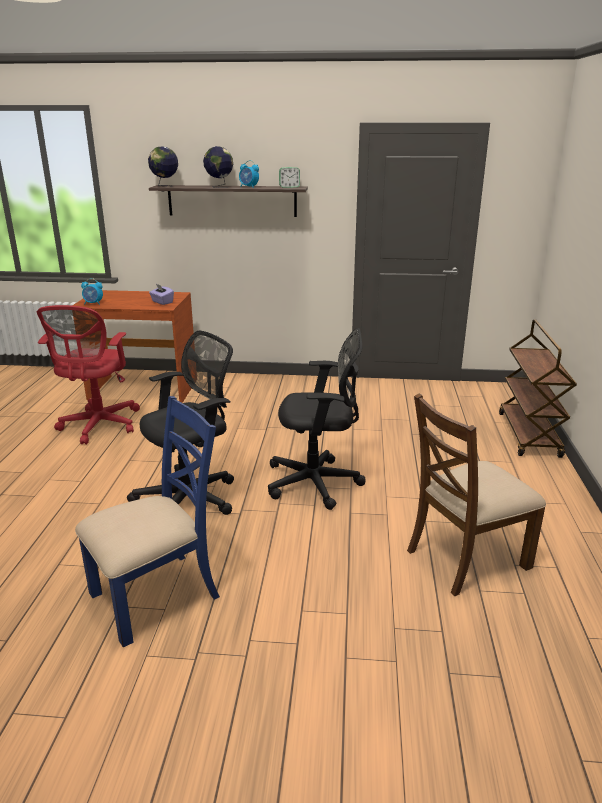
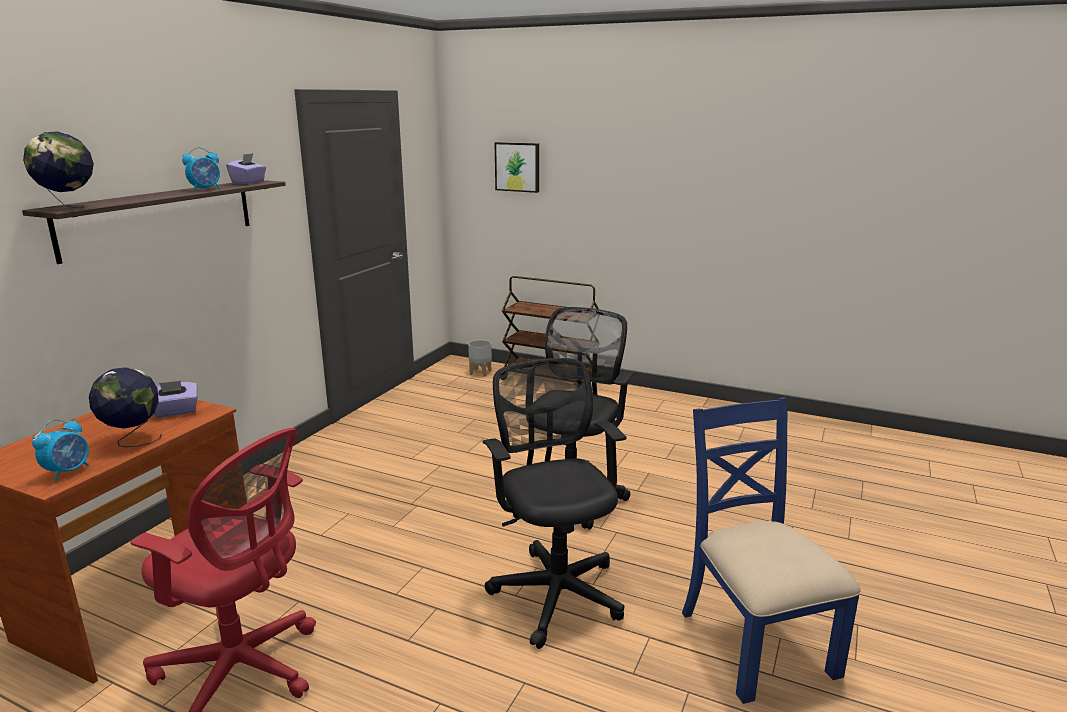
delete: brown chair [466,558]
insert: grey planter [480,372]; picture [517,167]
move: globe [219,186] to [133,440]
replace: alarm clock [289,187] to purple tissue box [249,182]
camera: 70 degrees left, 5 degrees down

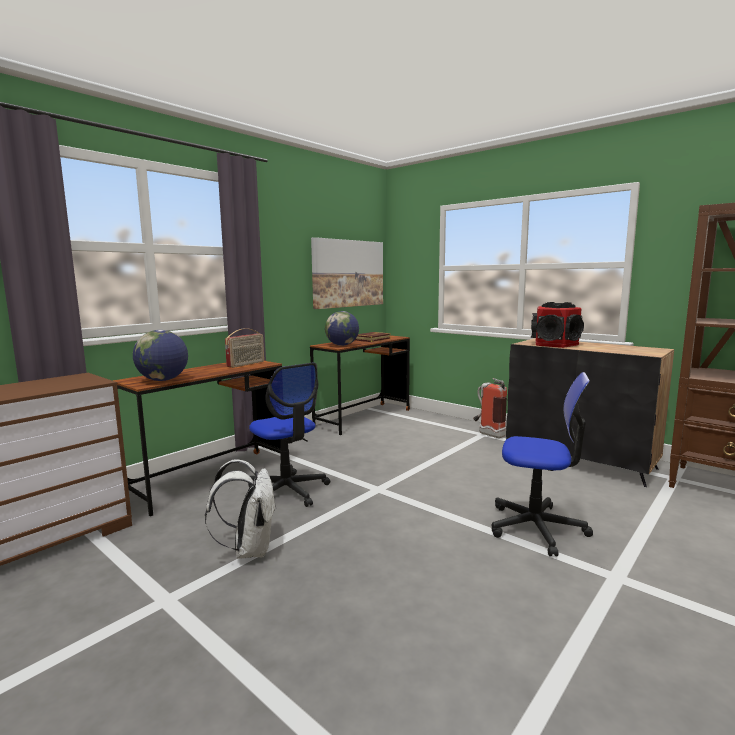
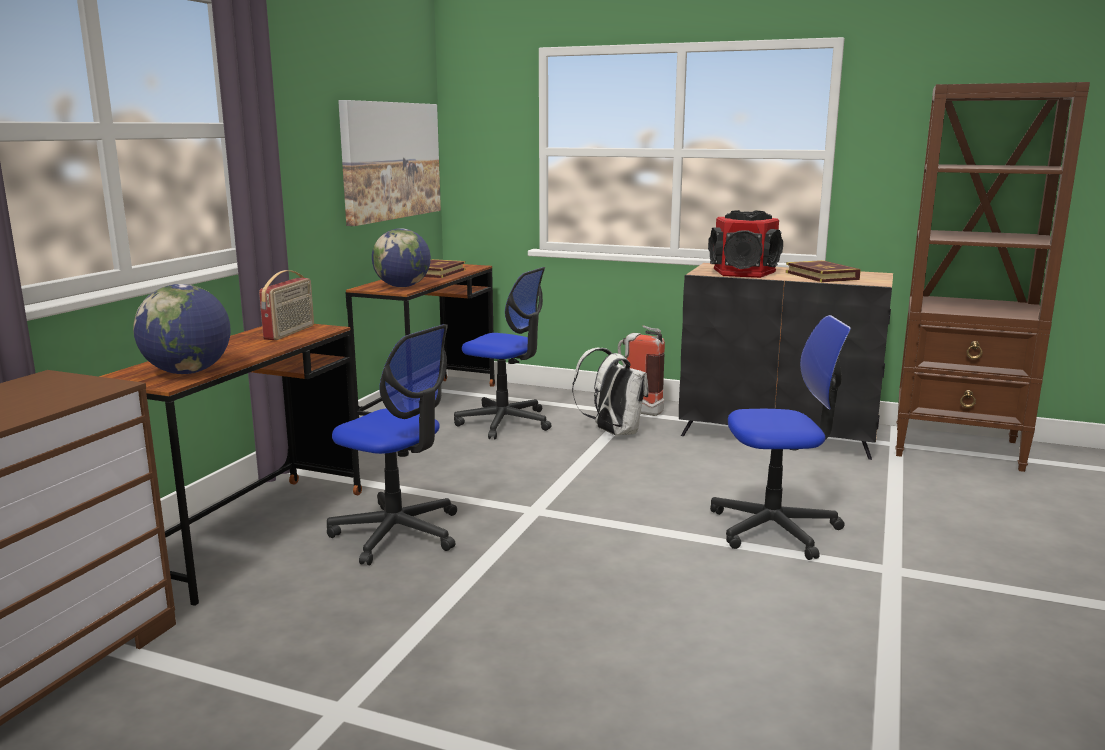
insert: office chair [505,422]; book [821,276]
move: white backpack [249,549] to [612,432]
camera: 20 degrees left, 5 degrees up

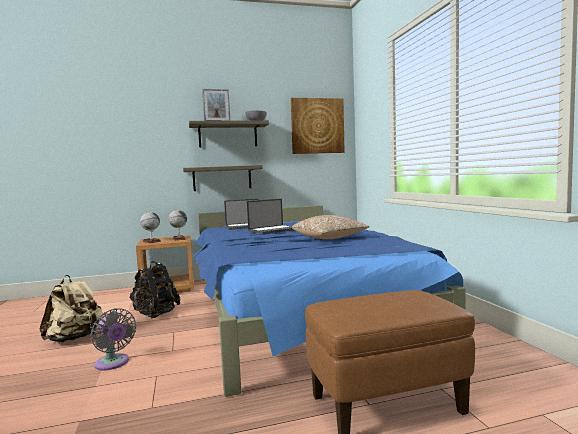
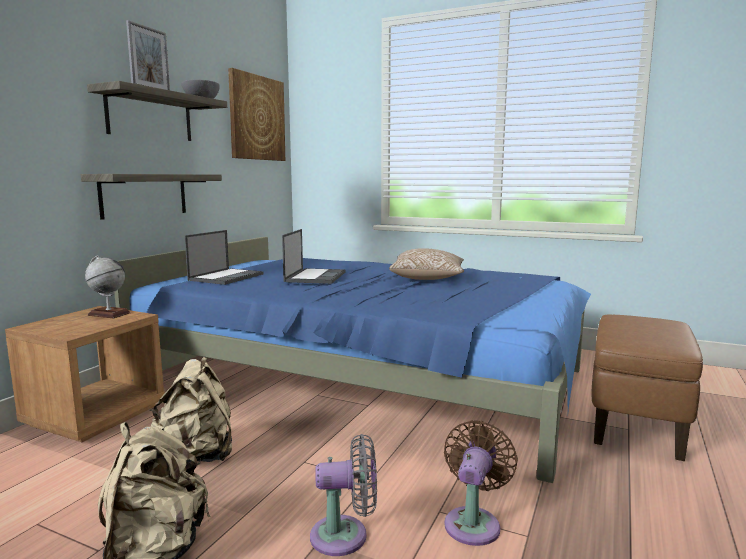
delete: globe [151,241]
insert: brown fan [473,522]
recolor: black backpack [155,314] to beige backpack [197,455]
camera: 50 degrees left, 5 degrees up

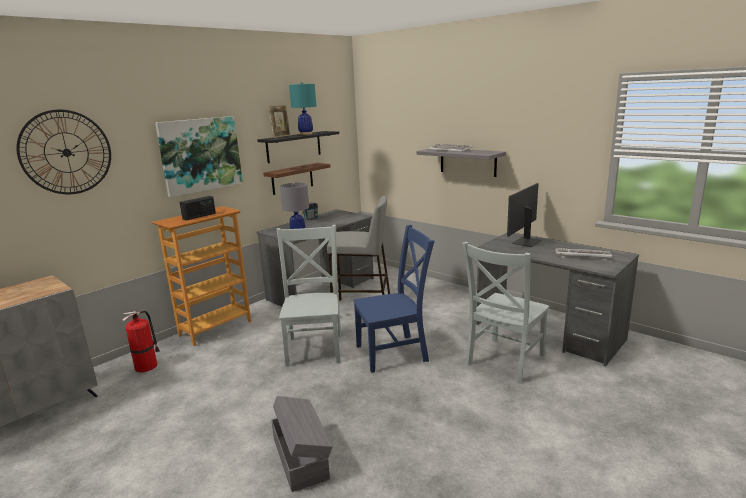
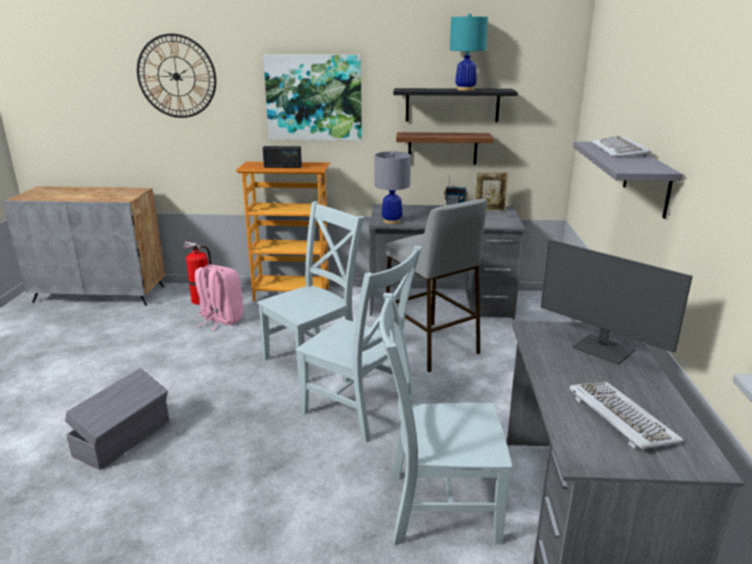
insert: pink backpack [220,320]
move: picture frame [281,136] to [489,211]
recolor: blue chair [395,353] to grey chair [359,410]
rotate: monitor [525,242] = [603,349] 135 degrees counterclockwise
camera: 50 degrees right, 5 degrees up

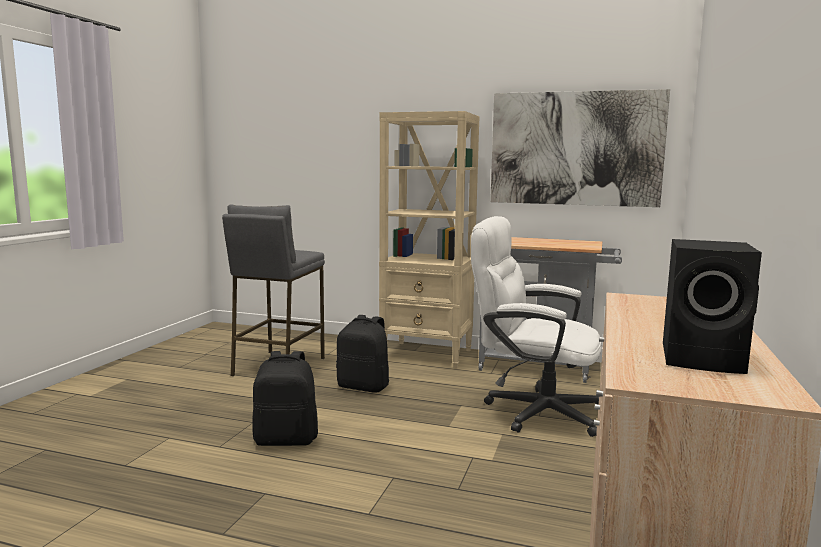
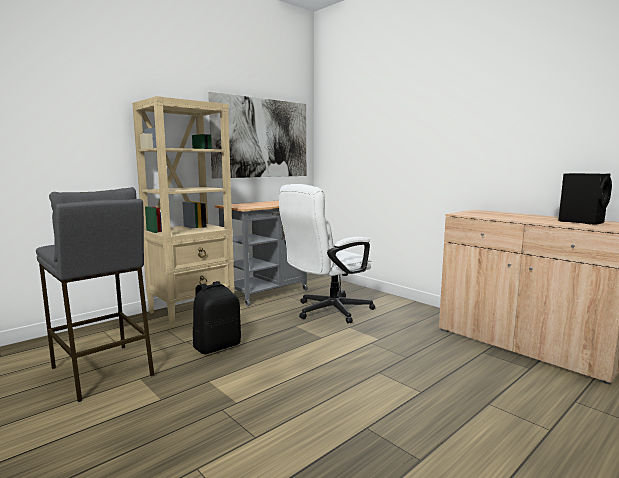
delete: black backpack [286,439]
camera: 60 degrees left, 0 degrees up

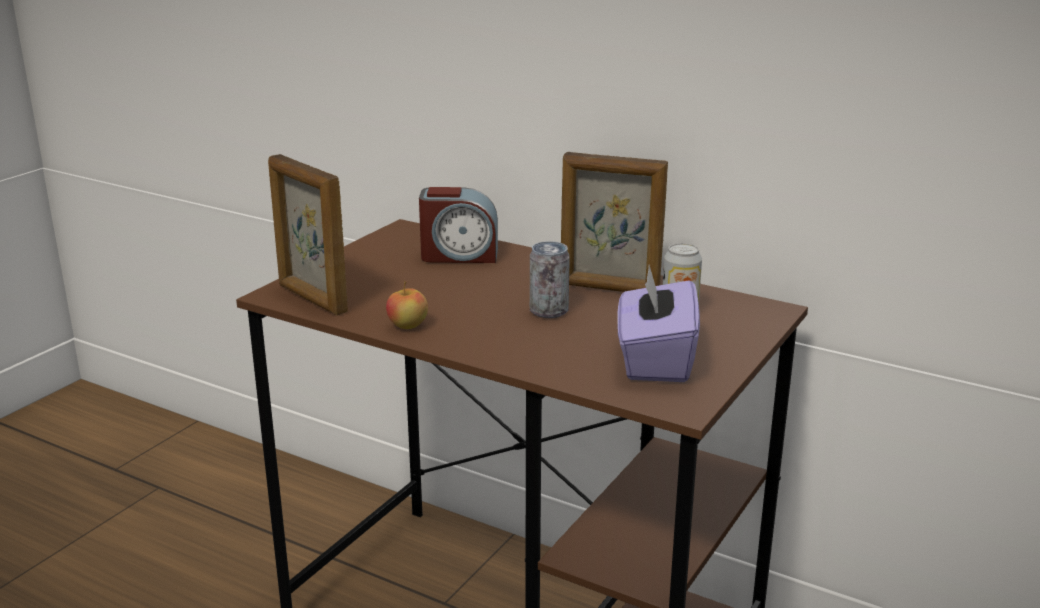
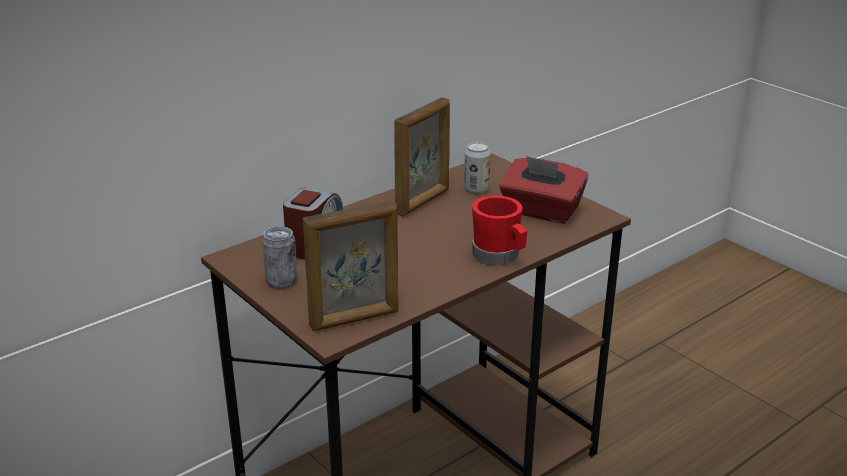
delete: apple [407,326]
insert: red mug [499,256]
move: can [548,311] to [282,281]
recolor: purple tissue box [654,360] to red tissue box [541,211]
camera: 70 degrees left, 5 degrees up

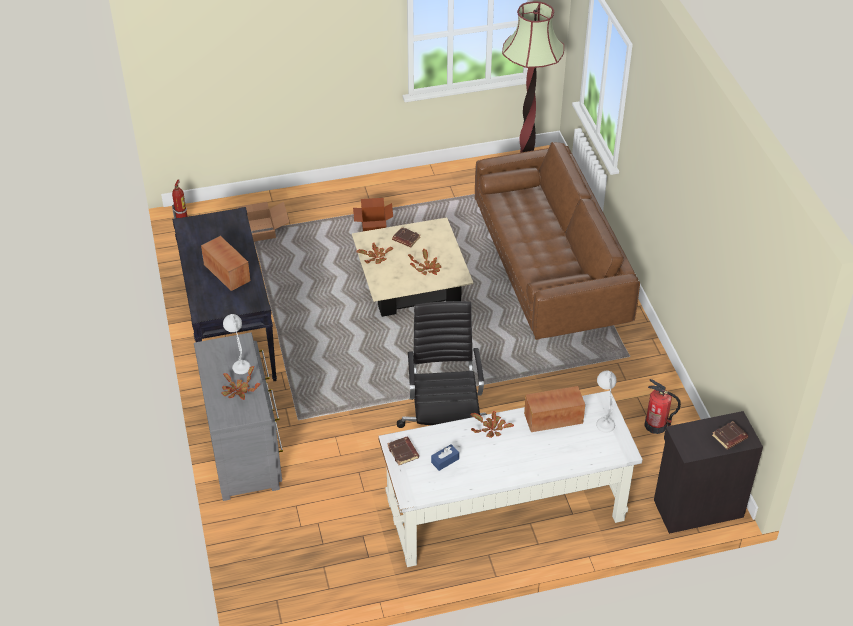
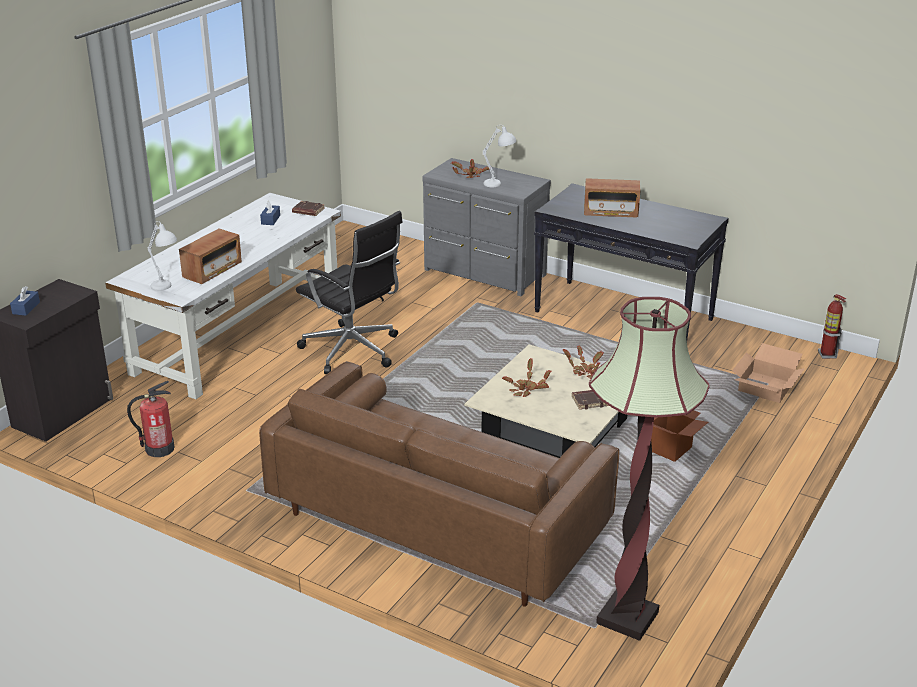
delete: potted plant [491,429]
replace: brown book [729,437] to blue tissue box [26,308]
camera: 135 degrees right, 15 degrees down

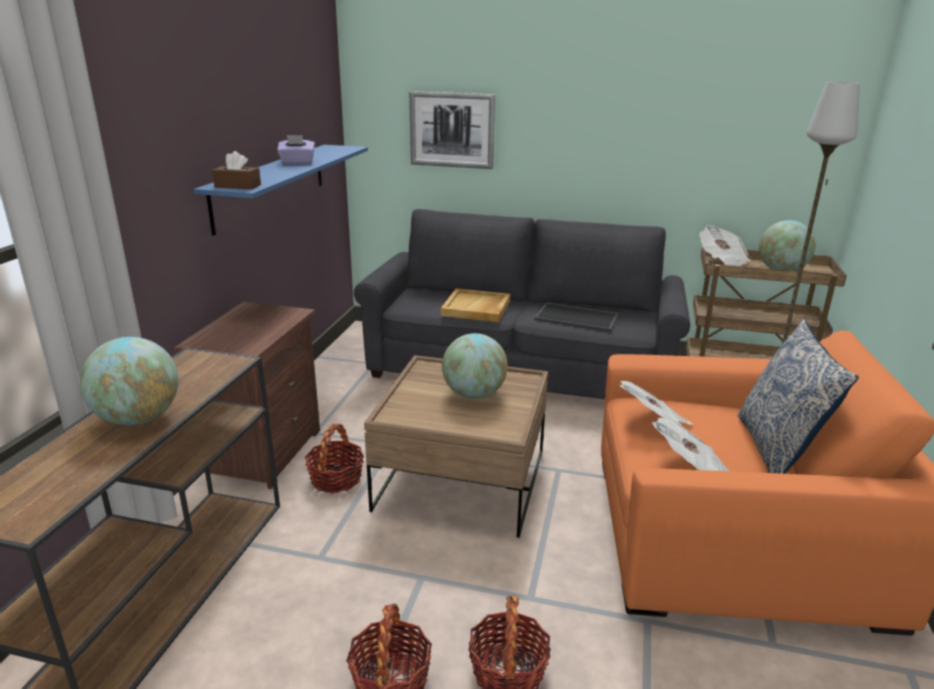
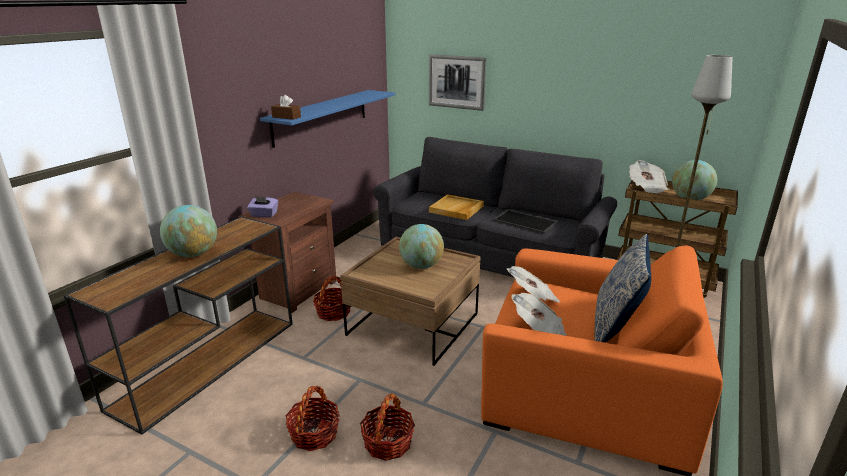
move: purple tissue box [297,162] to [264,215]
camera: 15 degrees right, 0 degrees up

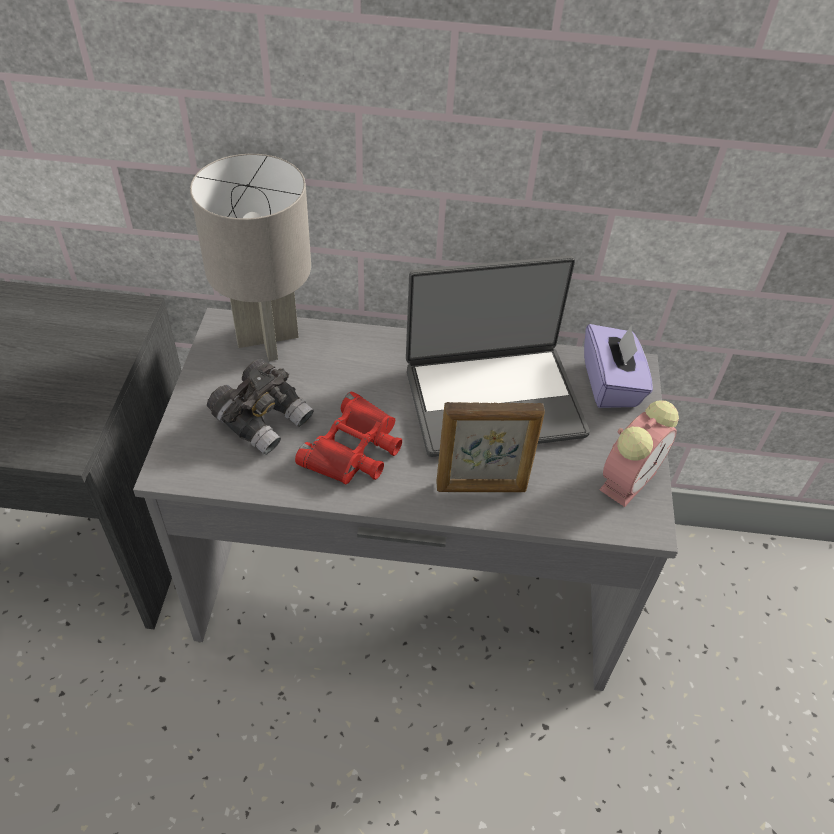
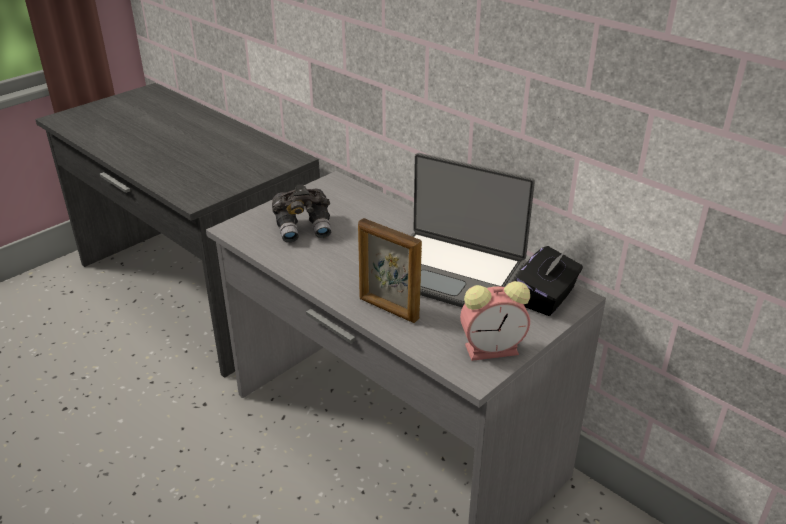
delete: grey table lamp [267,340]; red binoculars [355,449]
recolor: purple tissue box [611,384] to black tissue box [546,298]
camera: 40 degrees right, 15 degrees down

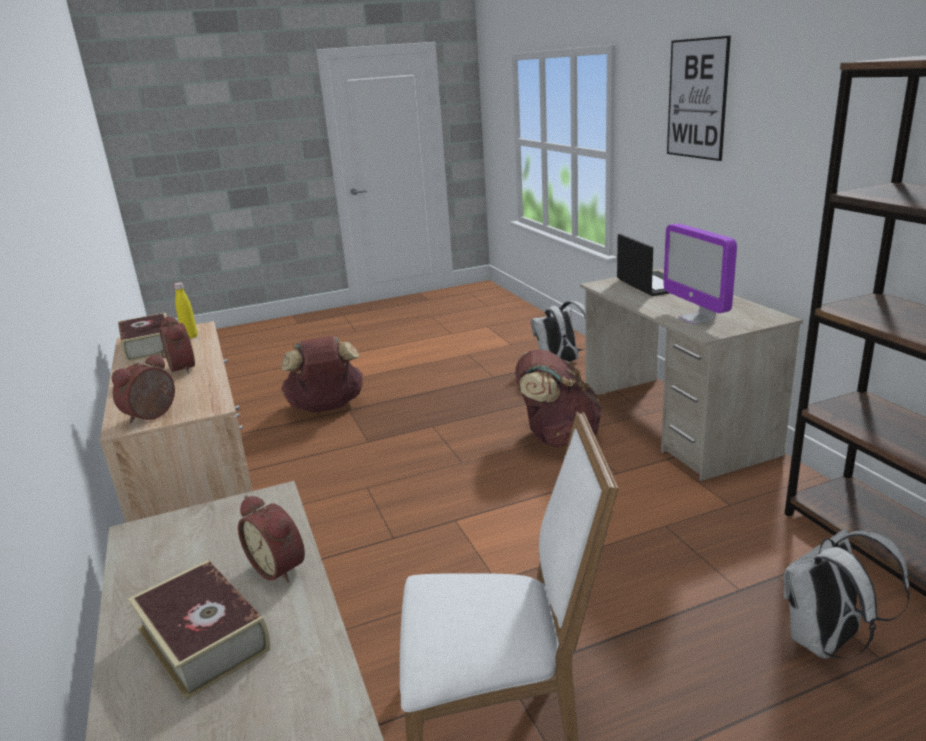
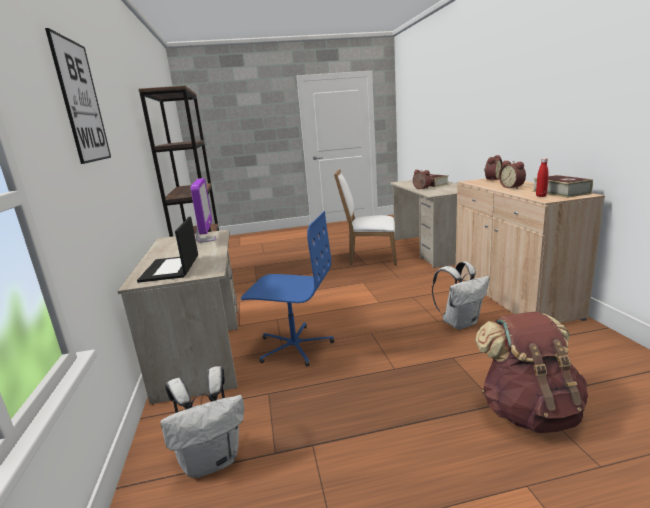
move: white backpack [826,643] to [460,323]
replace: brown backpack [557,438] to blue office chair [294,346]
recolor: yellow bottle [190,337] to red bottle [541,196]
camera: 170 degrees left, 5 degrees down

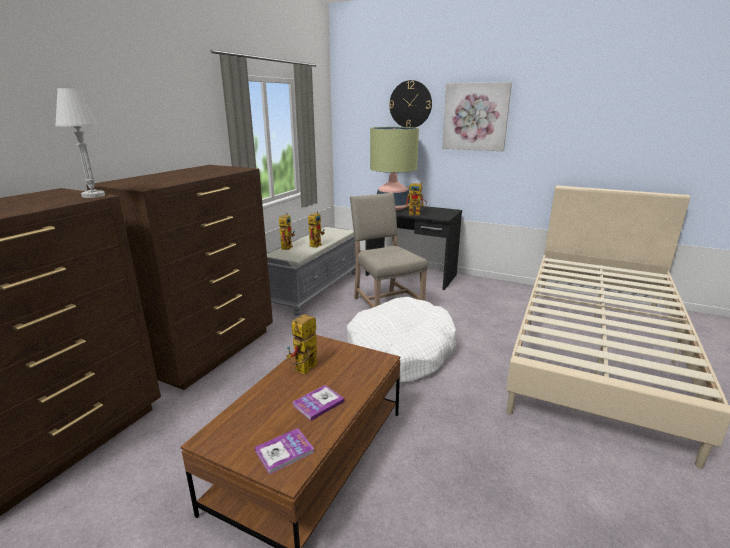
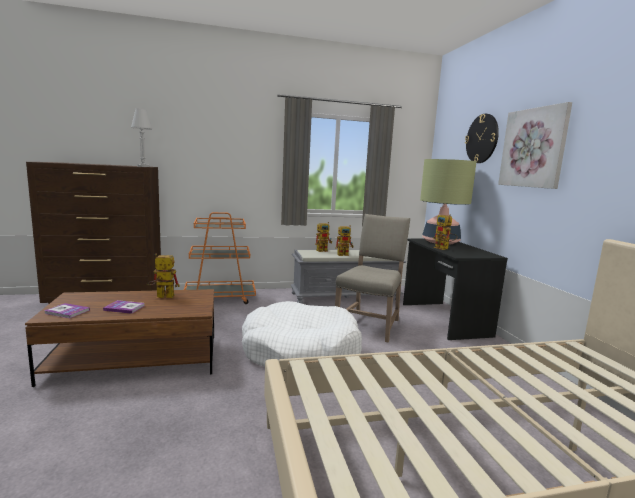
replace: brown dresser [210,351] to orange cart [220,298]
camera: 50 degrees right, 10 degrees down

